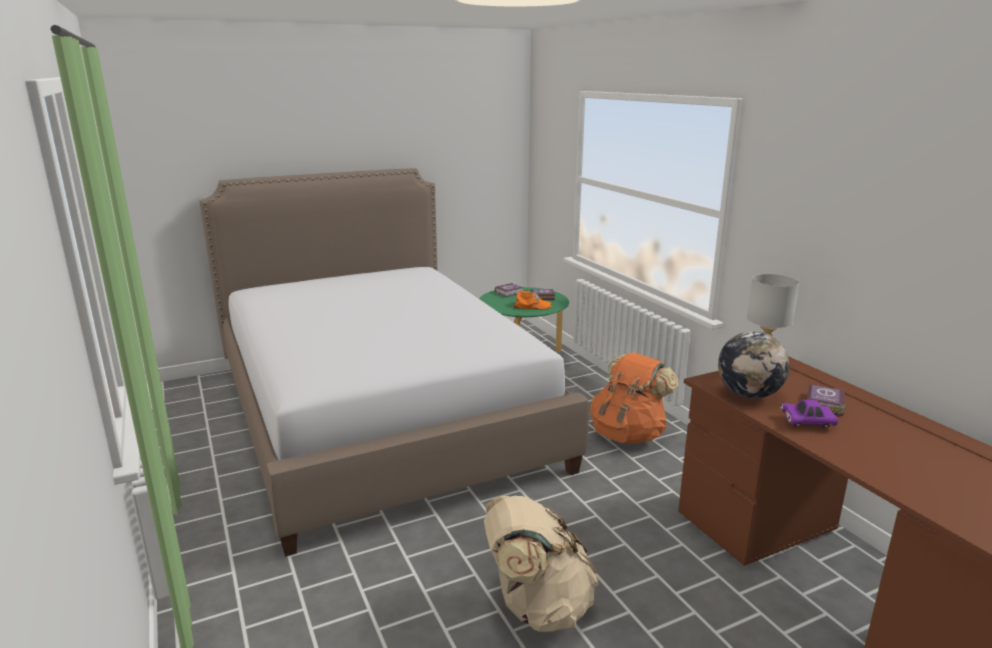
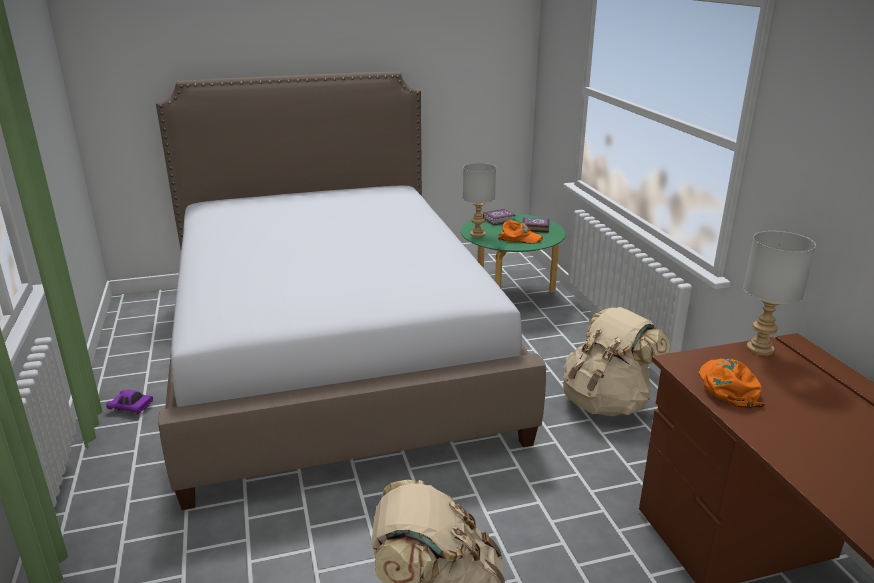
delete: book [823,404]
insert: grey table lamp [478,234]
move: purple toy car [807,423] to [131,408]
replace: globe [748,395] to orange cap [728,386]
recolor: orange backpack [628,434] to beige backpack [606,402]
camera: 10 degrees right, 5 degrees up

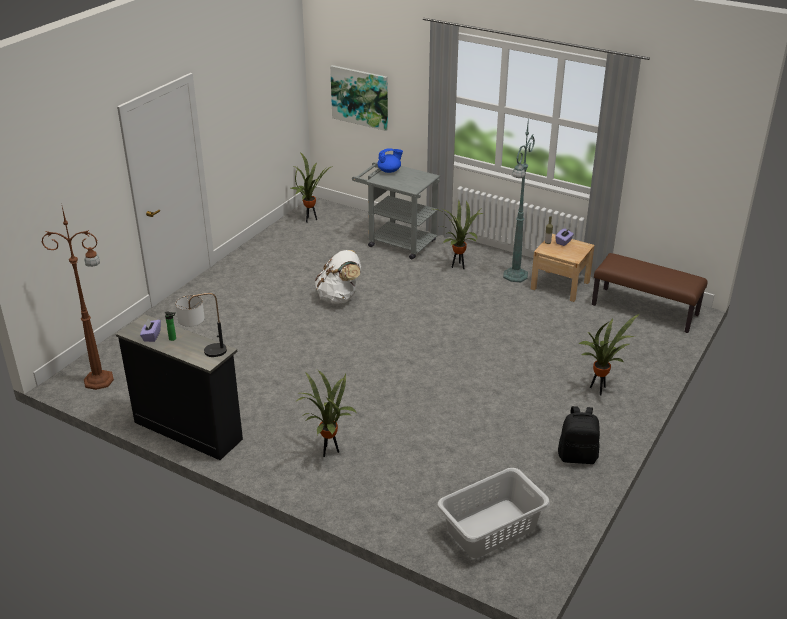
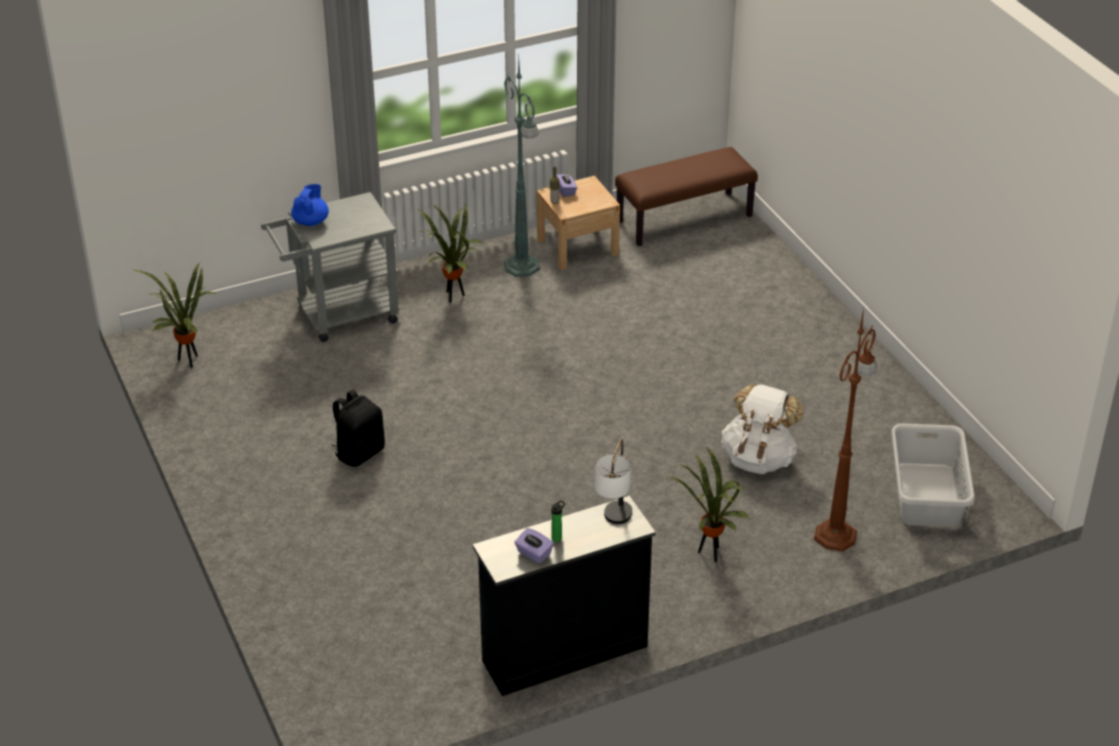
delete: picture [360,97]; potted plant [599,390]
move: brown floor lamp [100,380] to [836,534]; white backpack [339,298] to [759,458]; black backpack [577,456] to [359,452]
camera: 55 degrees left, 5 degrees up

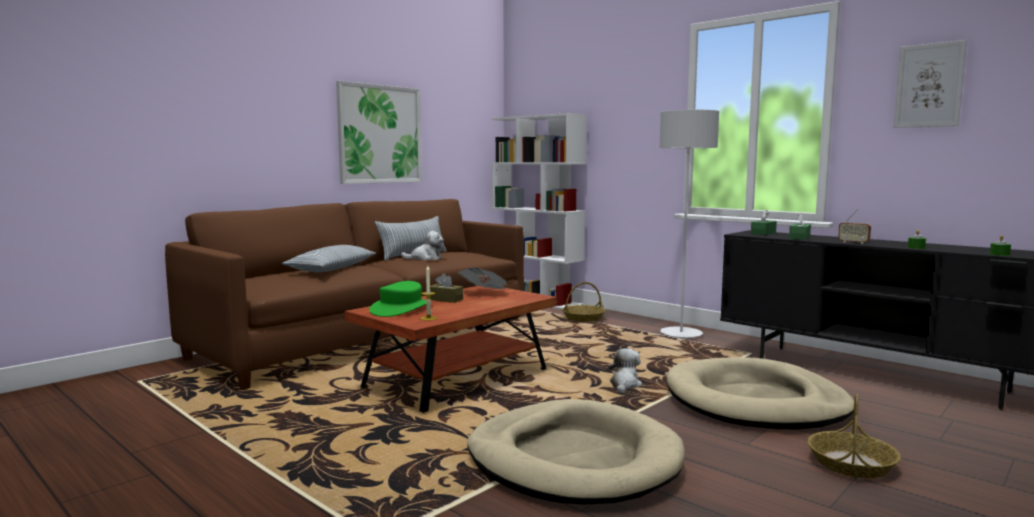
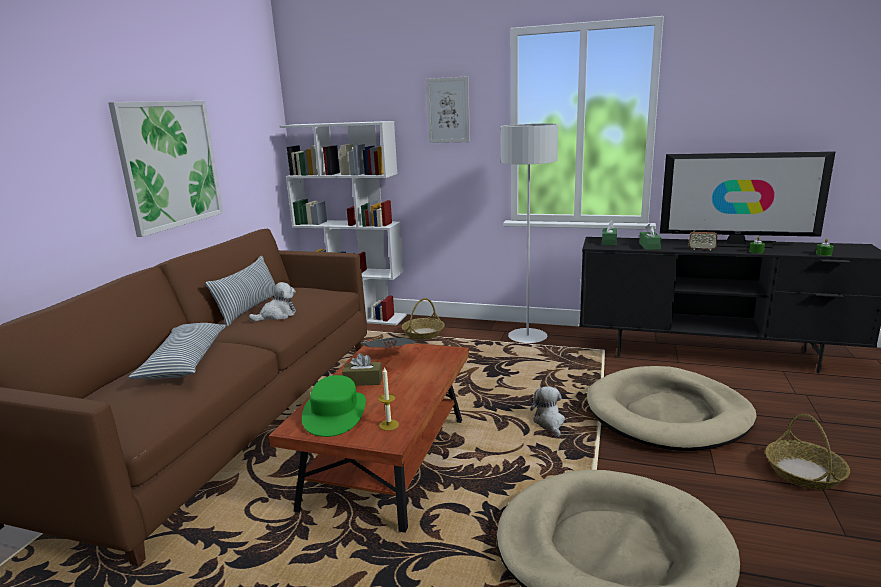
insert: television [735,244]
move: picture [929,85] to [448,110]
camera: 25 degrees left, 10 degrees up

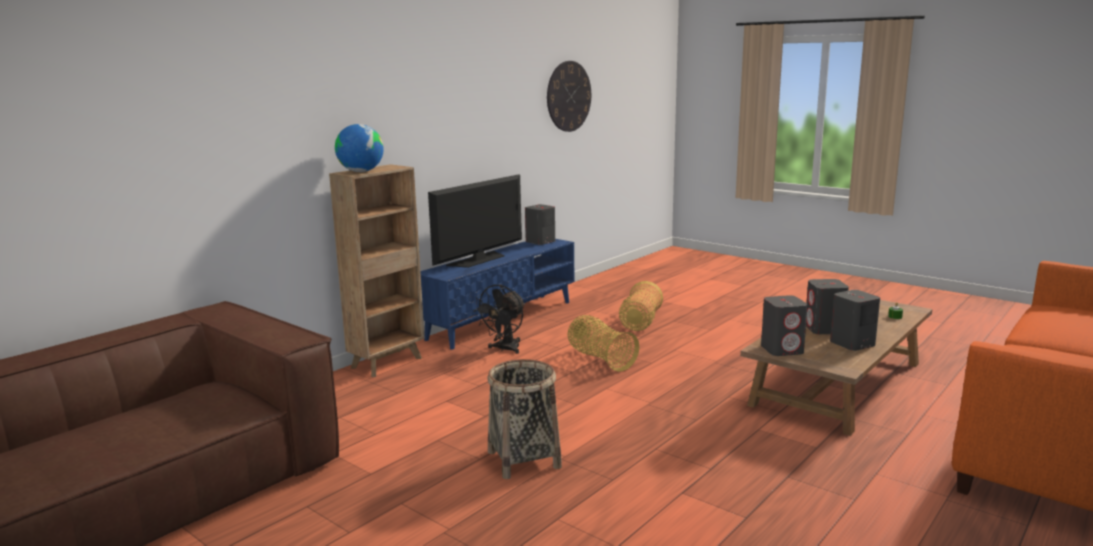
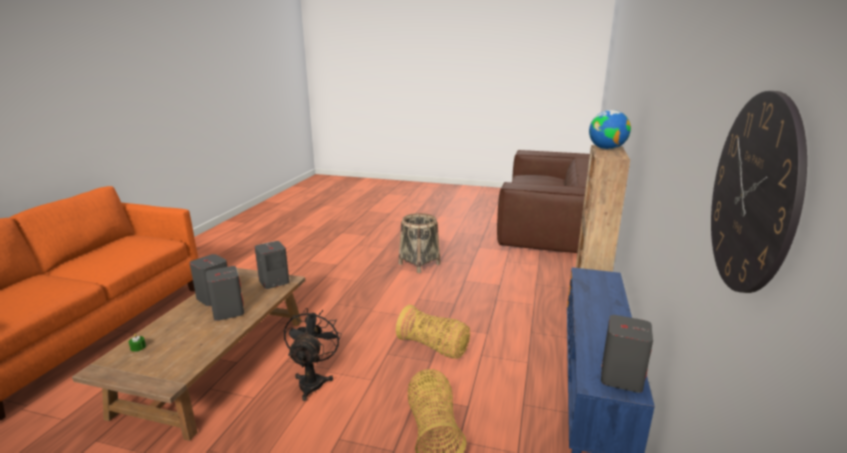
delete: television [478,260]
move: black fan [504,349] to [313,380]
camera: 155 degrees right, 5 degrees up

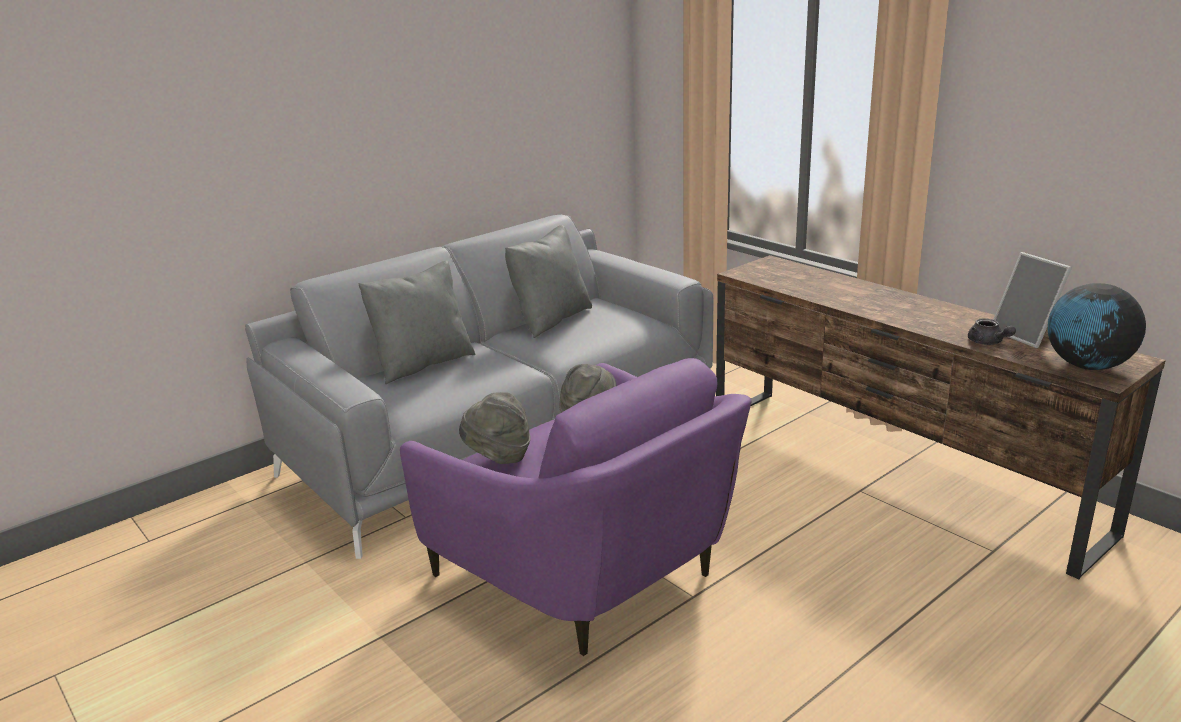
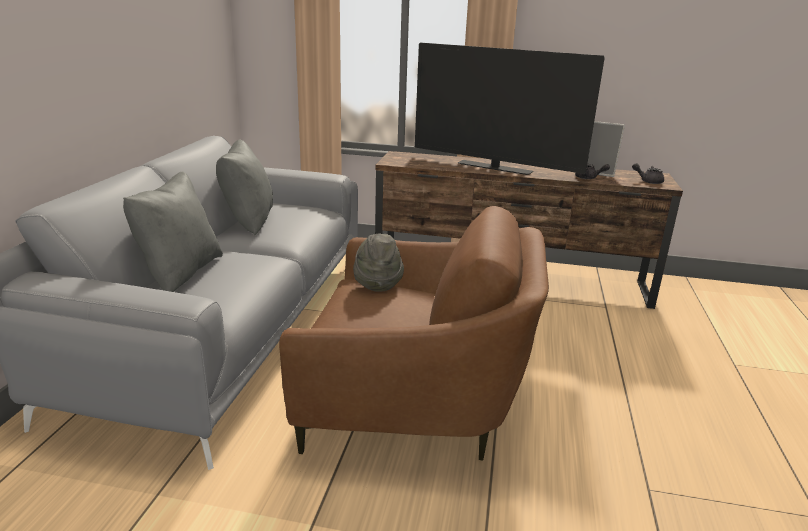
delete: grey hat [498,457]
insert: television [494,168]
replace: globe [1087,366] to grey teapot [648,181]
recolor: purple armchair [588,572] to brown armchair [415,402]
camera: 40 degrees left, 0 degrees up

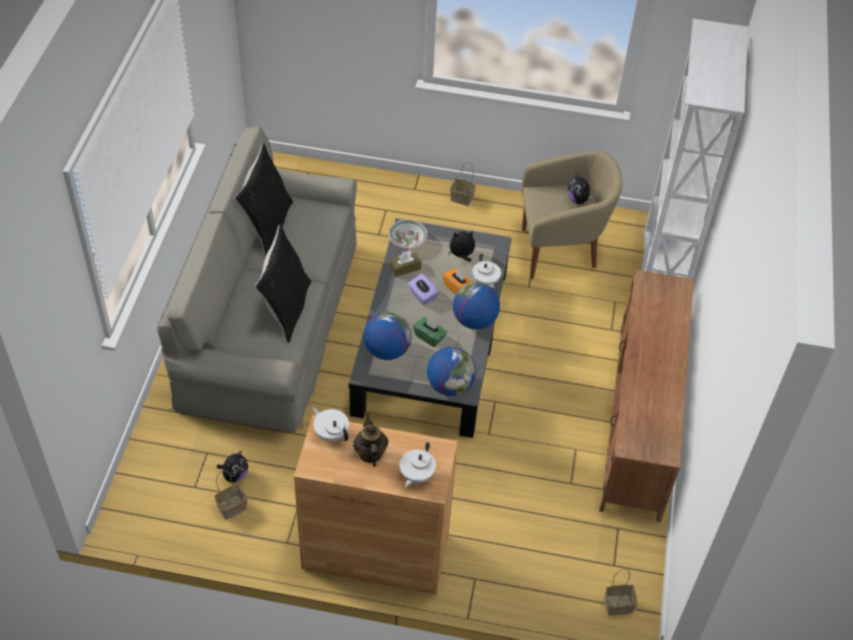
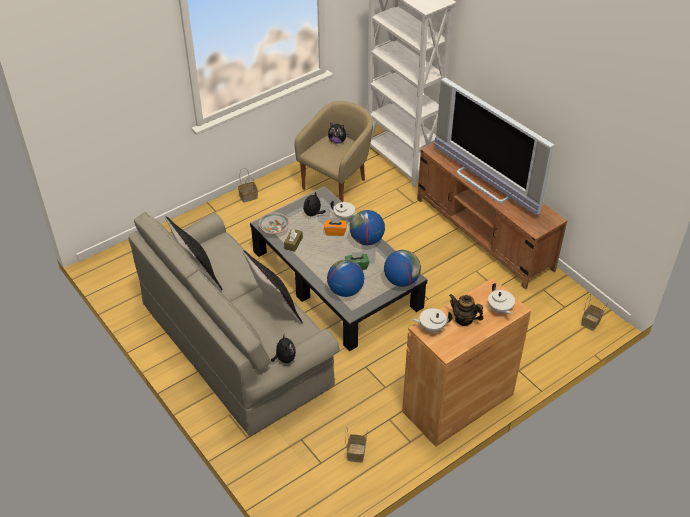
delete: purple tissue box [422,296]
insert: television [486,183]
move: plush toy [235,475] to [284,359]
camera: 45 degrees left, 5 degrees down

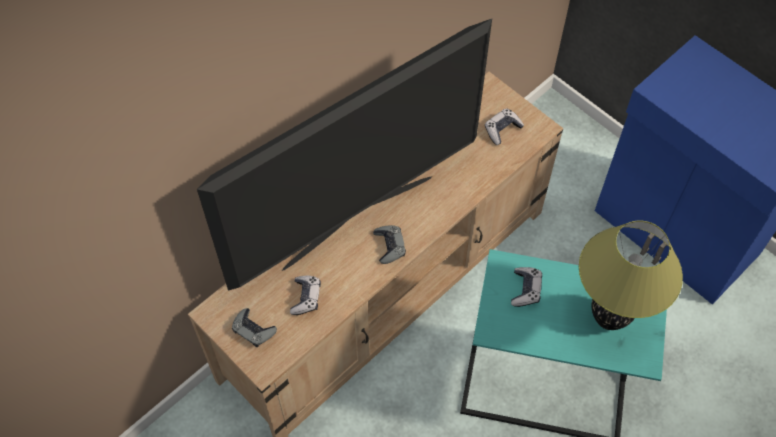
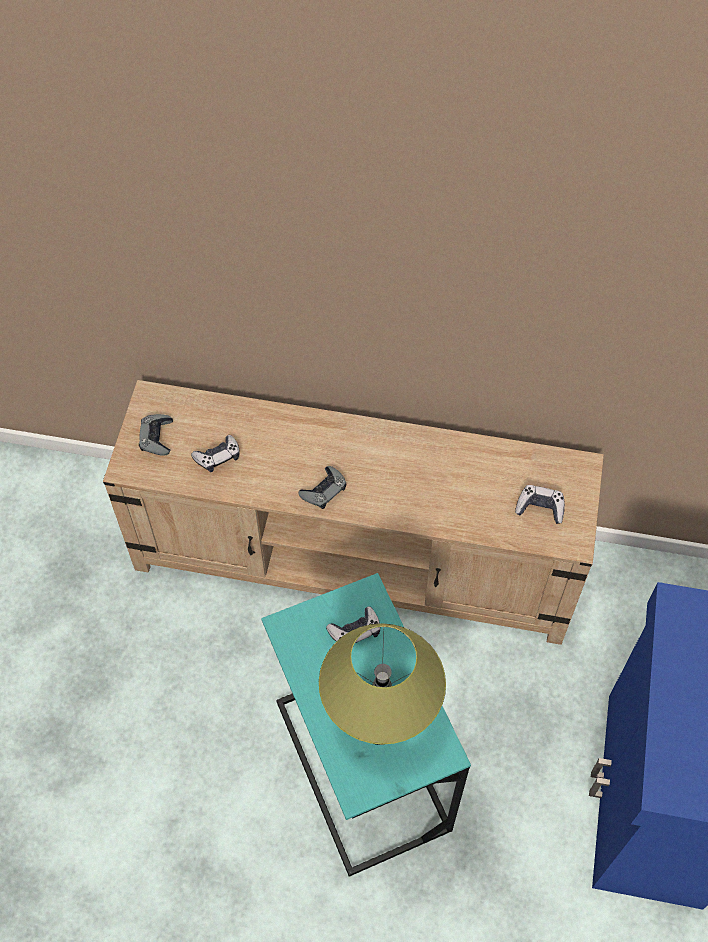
delete: television [357,220]
camera: 55 degrees right, 0 degrees up

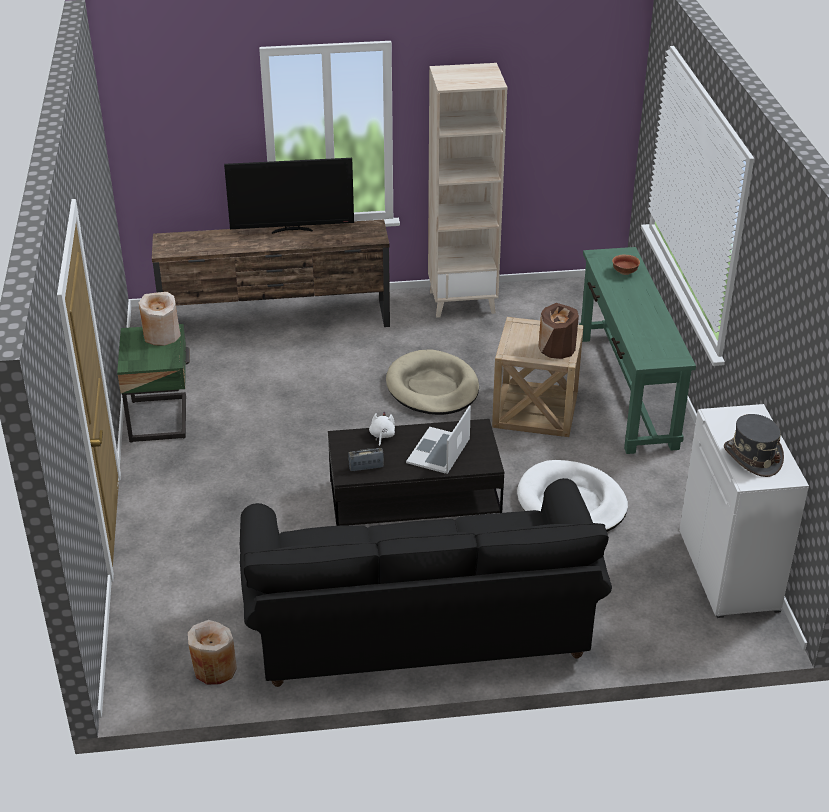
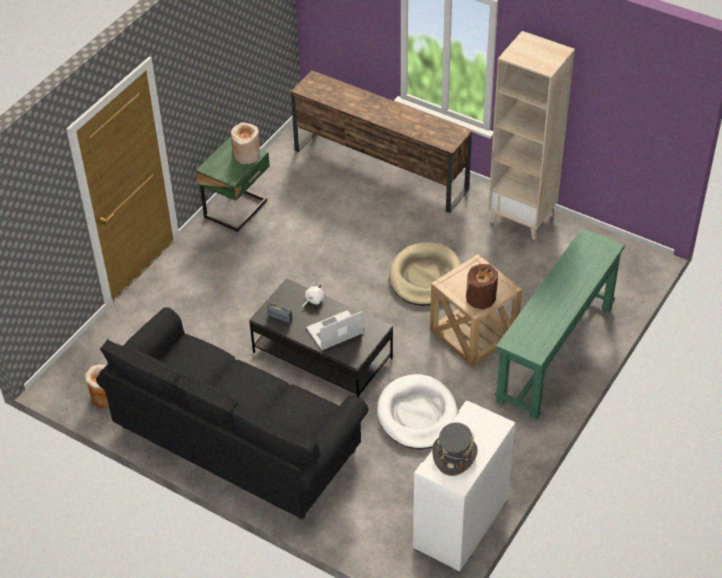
delete: television [292,230]; bowl [624,272]
camera: 40 degrees right, 10 degrees up

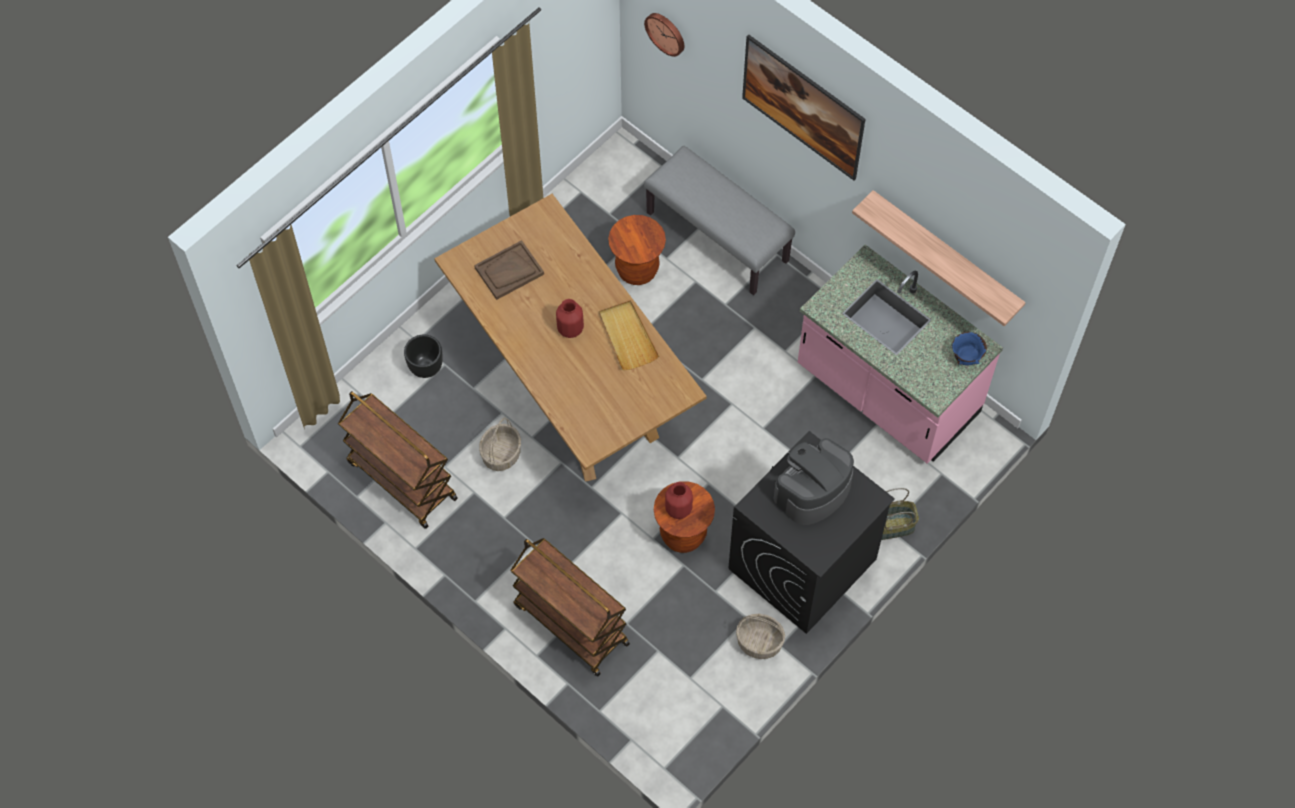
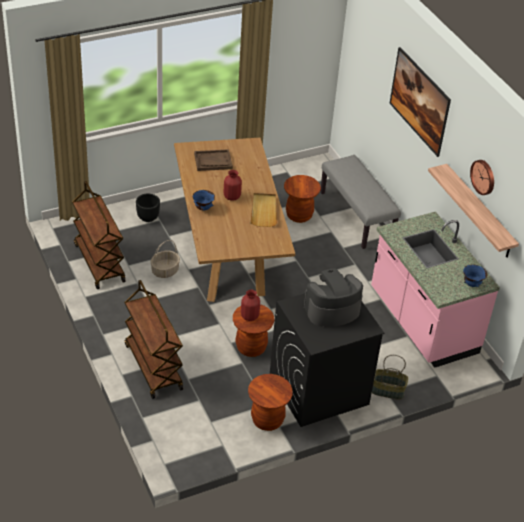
insert: blue bowl [203,208]
move: wall clock [666,33] to [483,177]
replace: basket [760,642] to brown stool [267,420]
camera: 20 degrees right, 20 degrees down

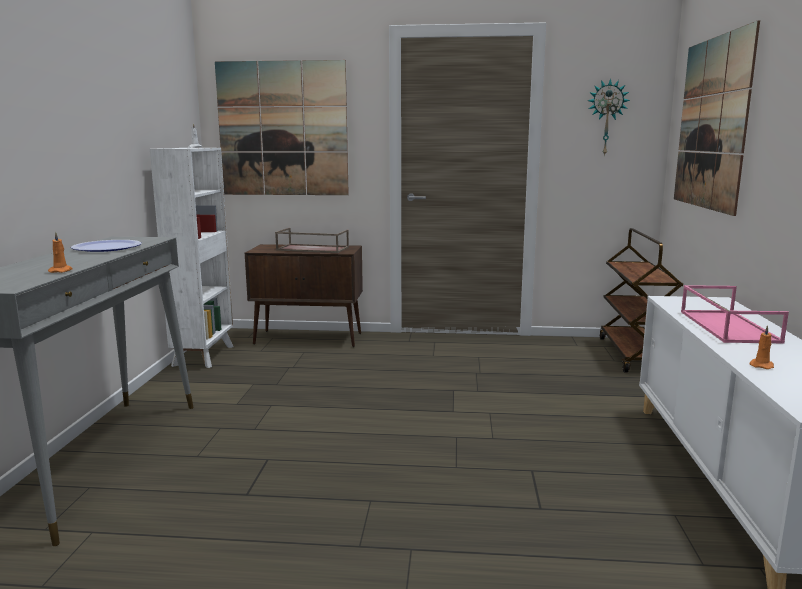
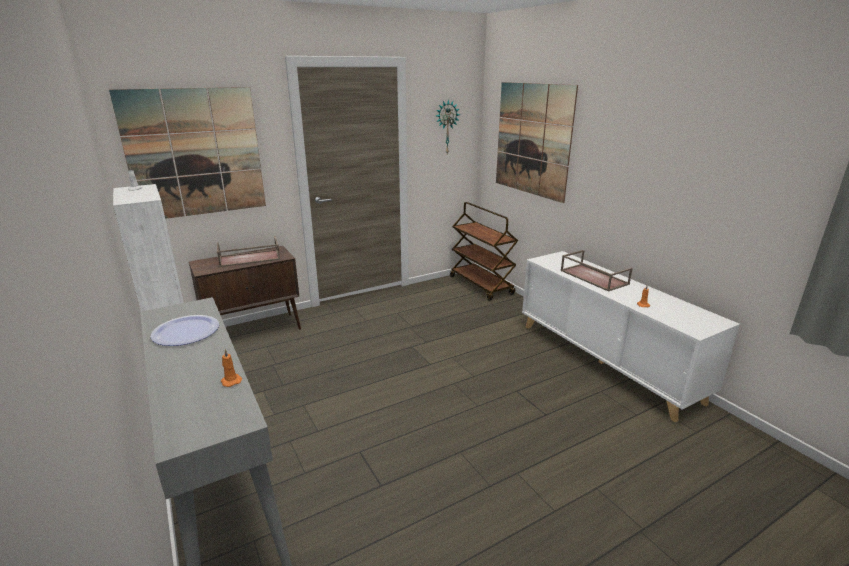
recolor: pink tray [726,326] to brown tray [592,277]
camera: 35 degrees left, 10 degrees up

